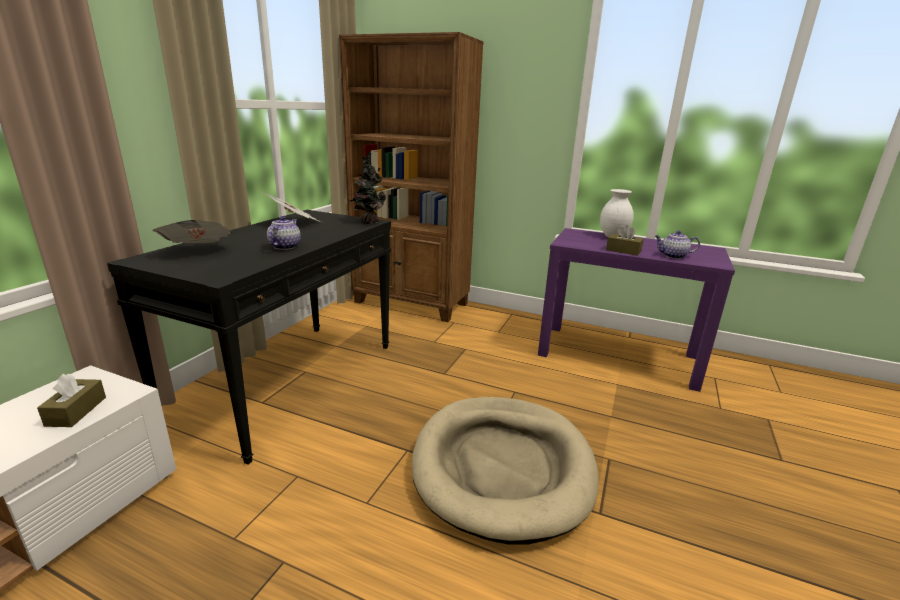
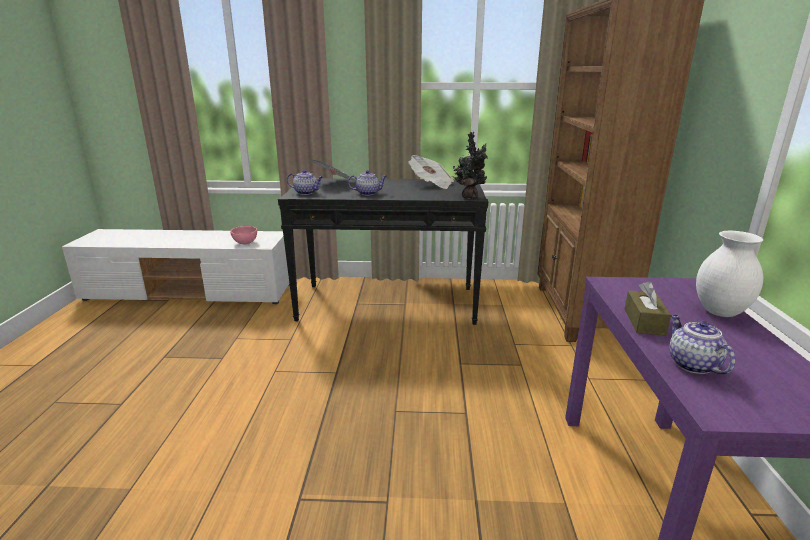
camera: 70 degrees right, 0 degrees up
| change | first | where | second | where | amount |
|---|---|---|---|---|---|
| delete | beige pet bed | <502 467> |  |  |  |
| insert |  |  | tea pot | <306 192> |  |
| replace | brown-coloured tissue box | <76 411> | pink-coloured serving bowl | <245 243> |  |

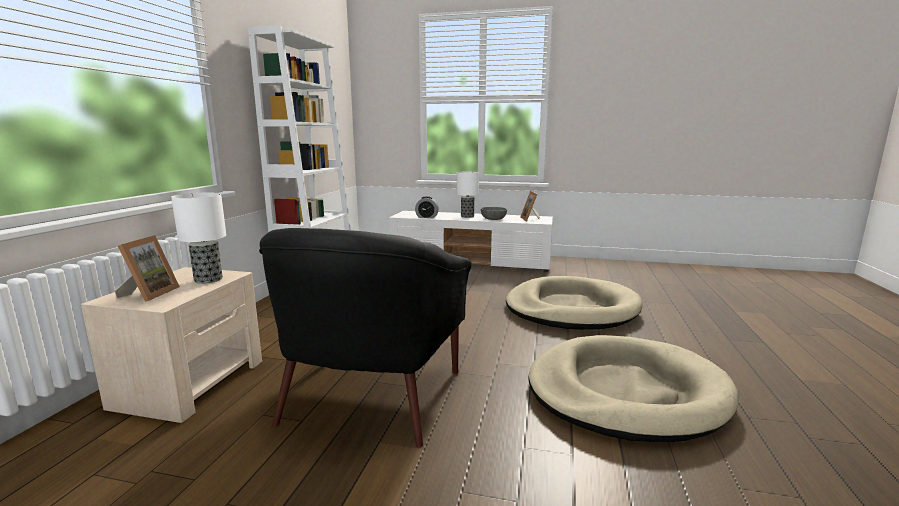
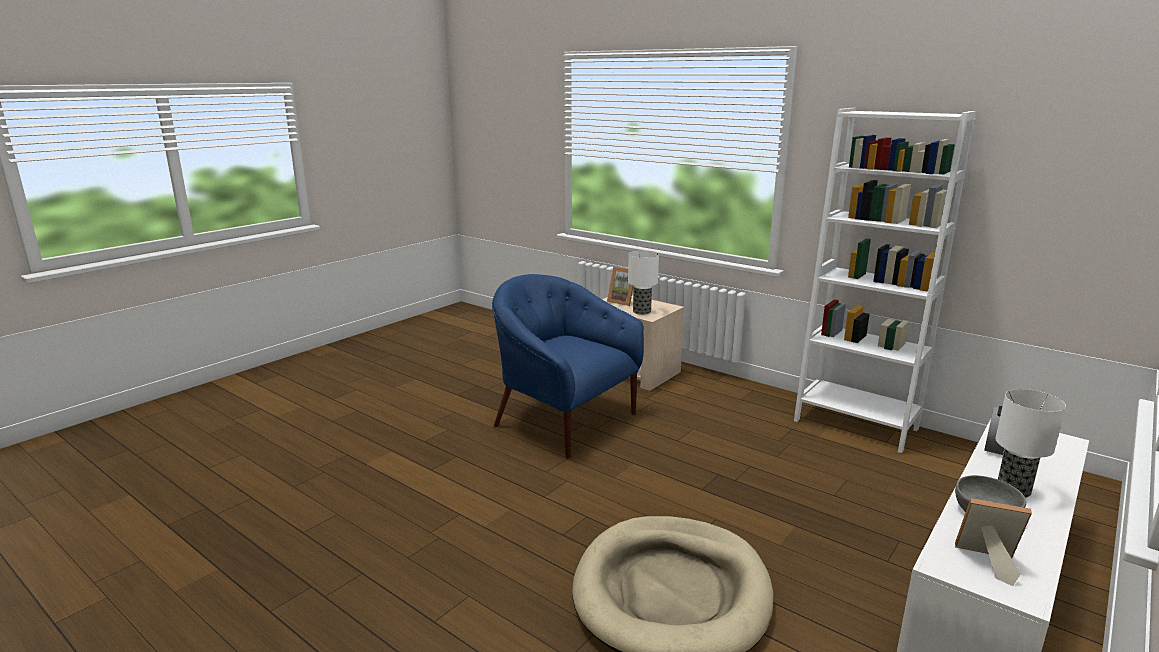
camera: 115 degrees right, 5 degrees up
| change | first | where | second | where | amount |
|---|---|---|---|---|---|
| delete | beige pet bed | <625 392> |  |  |  |
| recolor | black-coloured lounge chair | <371 396> | blue lounge chair | <563 420> |  |

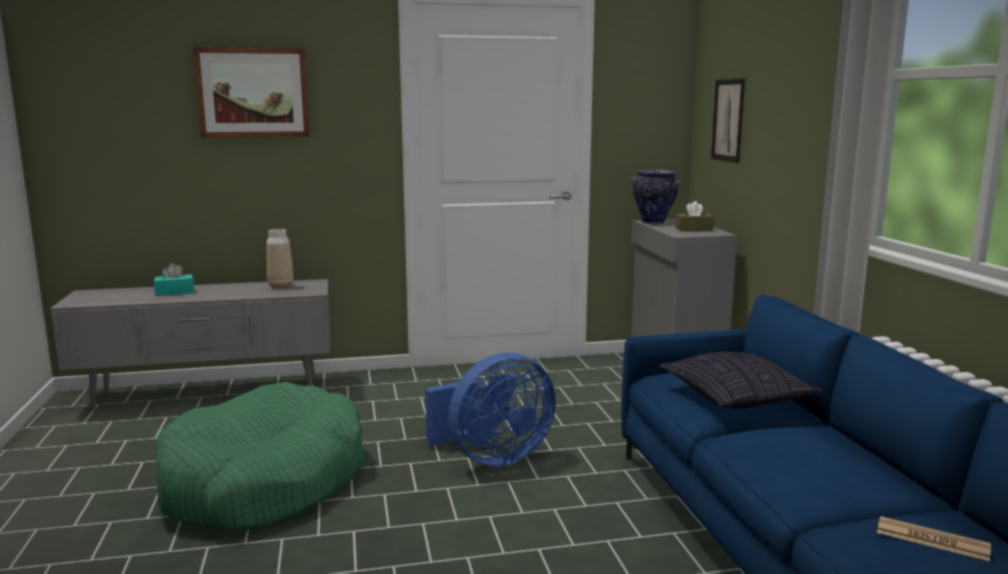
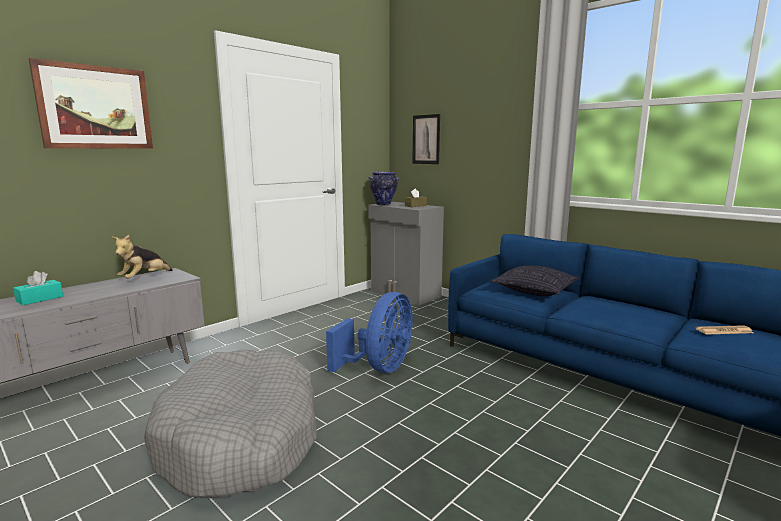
camera: 35 degrees left, 0 degrees up
| change | first | where | second | where | amount |
|---|---|---|---|---|---|
| replace | flower vase | <281 286> | soft toy | <144 278> |  |
| recolor | greenish pet bed | <264 482> | gray pet bed | <241 438> |  |

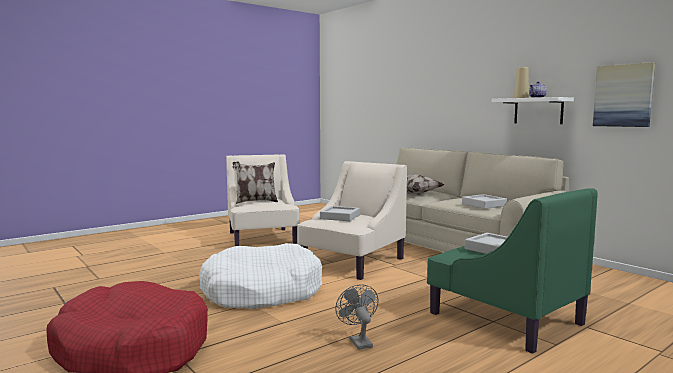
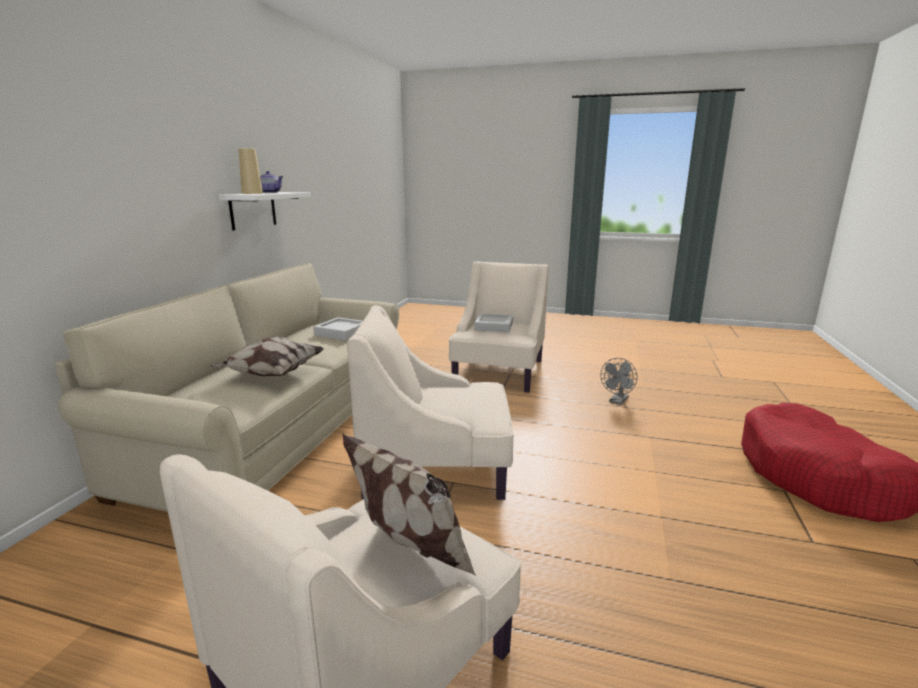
camera: 125 degrees left, 10 degrees up
| change | first | where | second | where | amount |
|---|---|---|---|---|---|
| delete | white pet bed | <262 292> |  |  |  |
| delete | gray carrying tray | <340 217> |  |  |  |
| delete | wall picture | <623 95> |  |  |  |
| recolor | greenish lounge chair | <504 318> | beige lounge chair | <498 372> |  |

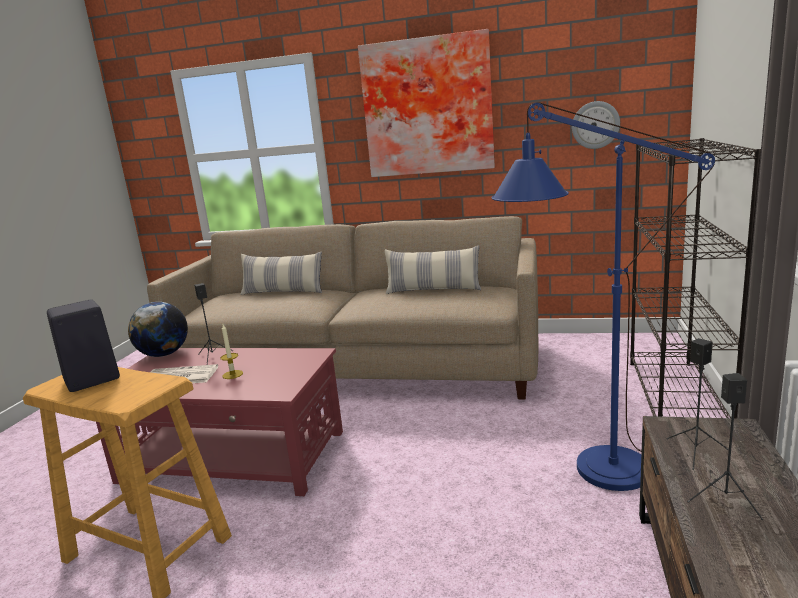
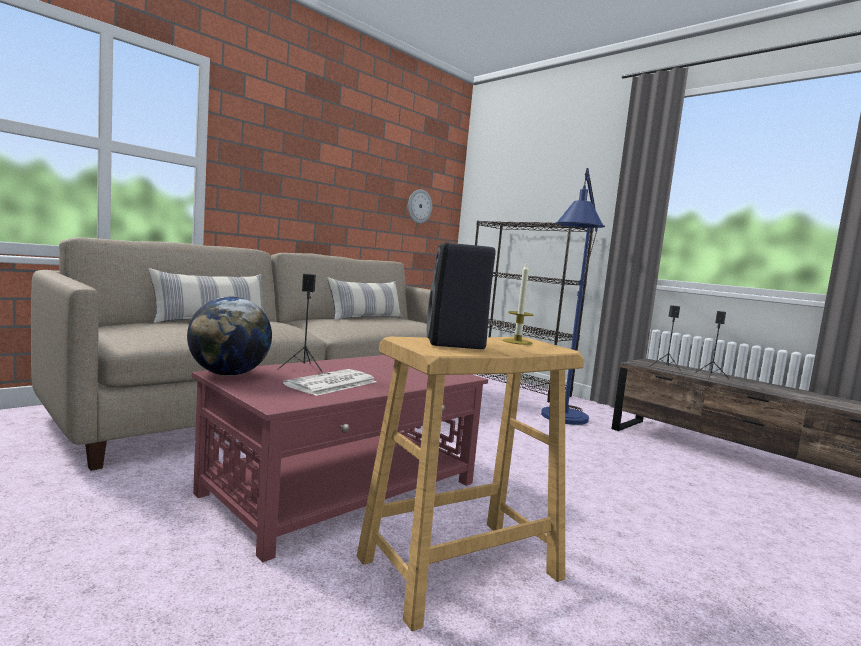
camera: 60 degrees left, 10 degrees down
| change | first | where | second | where | amount |
|---|---|---|---|---|---|
| delete | wall picture | <428 107> |  |  |  |
| move | wax light | <232 374> |  | <517 342> |  |

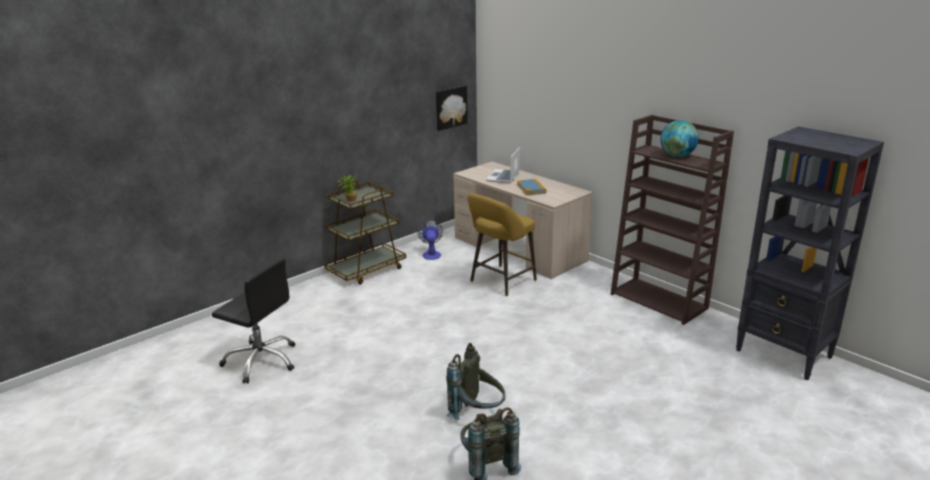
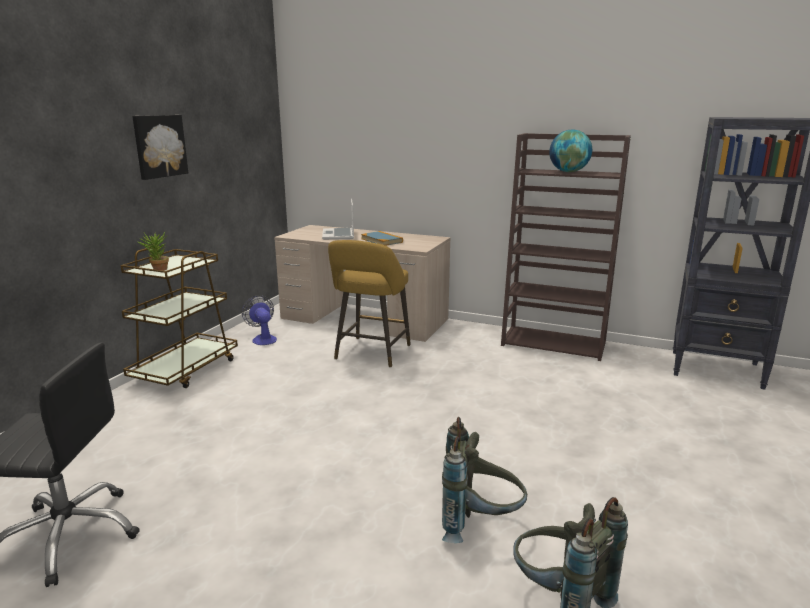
camera: 25 degrees left, 5 degrees down
| change | first | where | second | where | amount |
|---|---|---|---|---|---|
| move | wall picture | <450 107> |  | <159 146> |  |

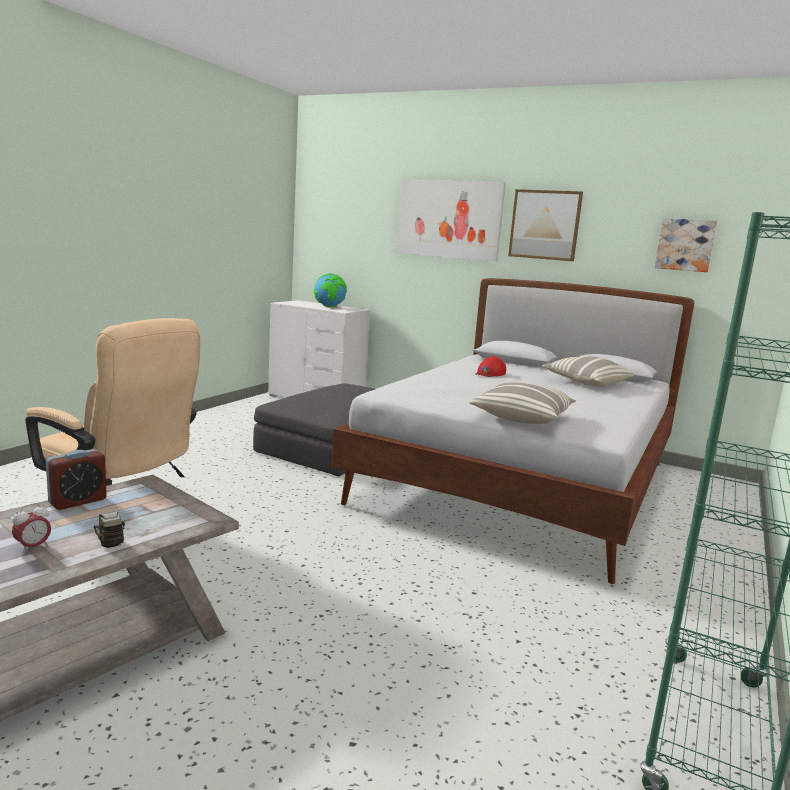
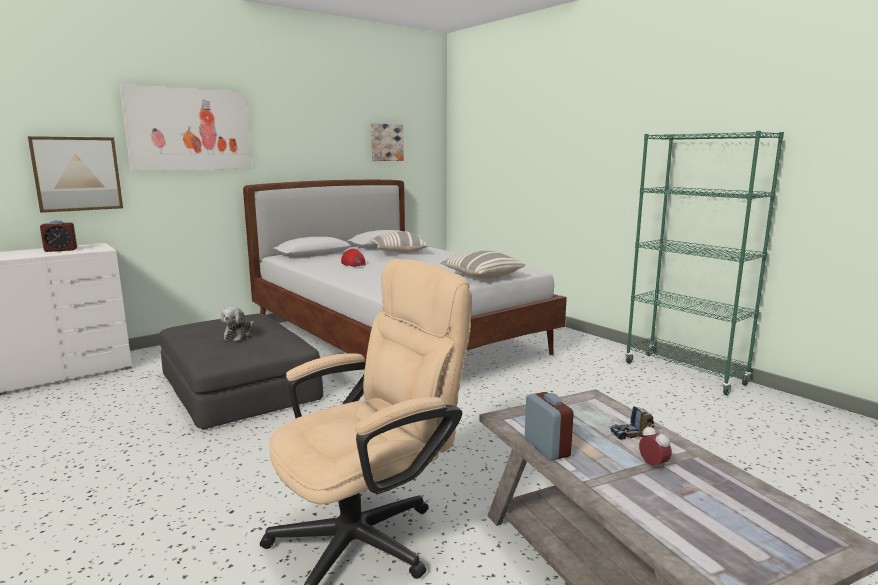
camera: 65 degrees left, 0 degrees up
| change | first | where | second | where | amount |
|---|---|---|---|---|---|
| insert |  |  | soft toy | <239 335> |  |
| move | wall picture | <545 225> |  | <77 174> |  |
| replace | globe | <329 307> | table clock | <61 250> |  |

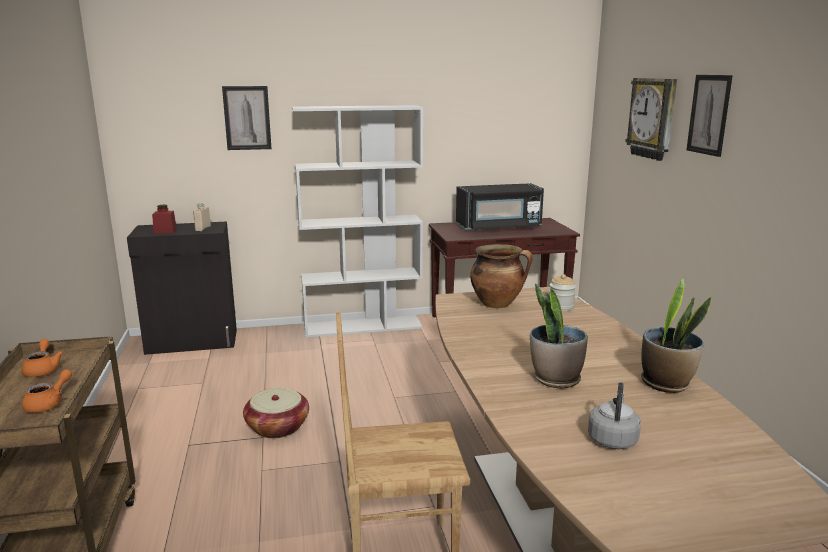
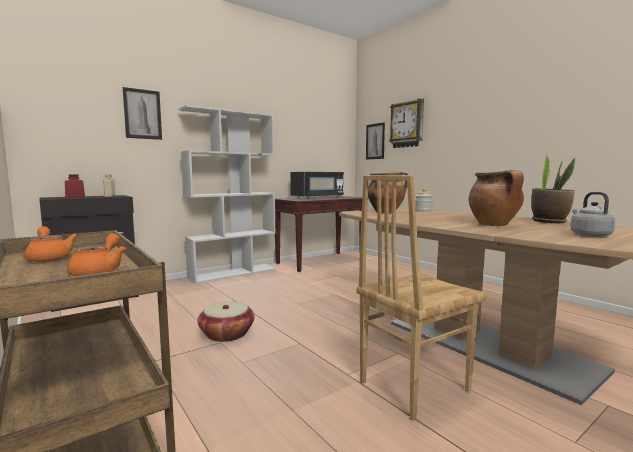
camera: 25 degrees left, 10 degrees down
| change | first | where | second | where | amount |
|---|---|---|---|---|---|
| move | wall picture | <709 114> |  | <375 141> |  |
| replace | houseplant | <555 379> | cooking pot | <495 225> |  |

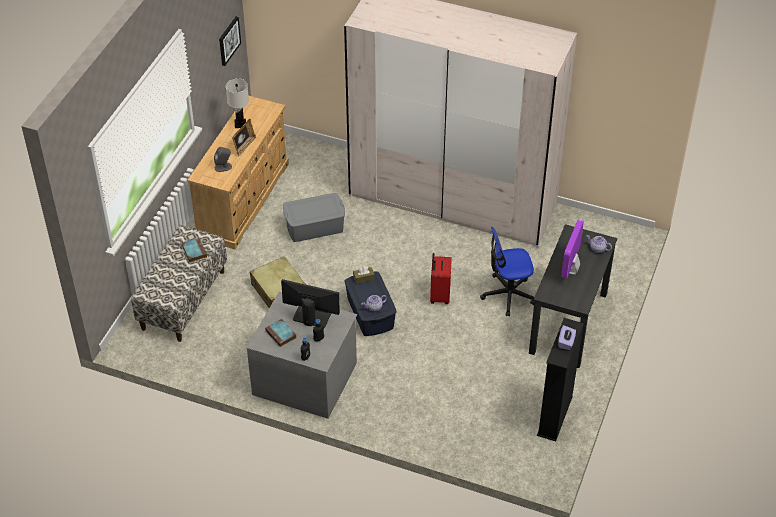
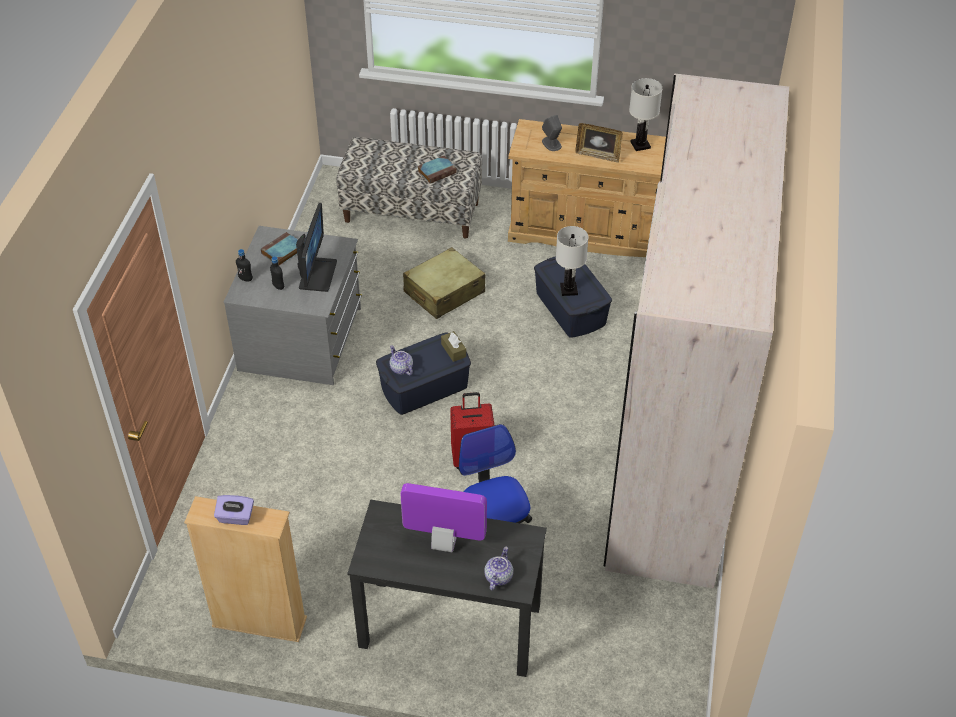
camera: 80 degrees right, 0 degrees up
| change | first | where | second | where | amount |
|---|---|---|---|---|---|
| delete | wall picture | <229 40> |  |  |  |
| insert |  |  | white tabletop lamp | <568 290> |  |
| recolor | gray storage box | <315 227> | blue storage box | <570 309> |  |
| recolor | black-coloured bookshelf | <555 416> | beige bookshelf | <259 622> |  |

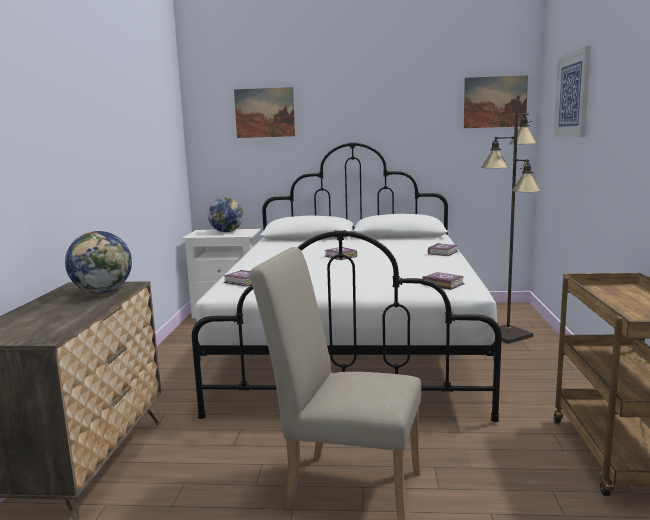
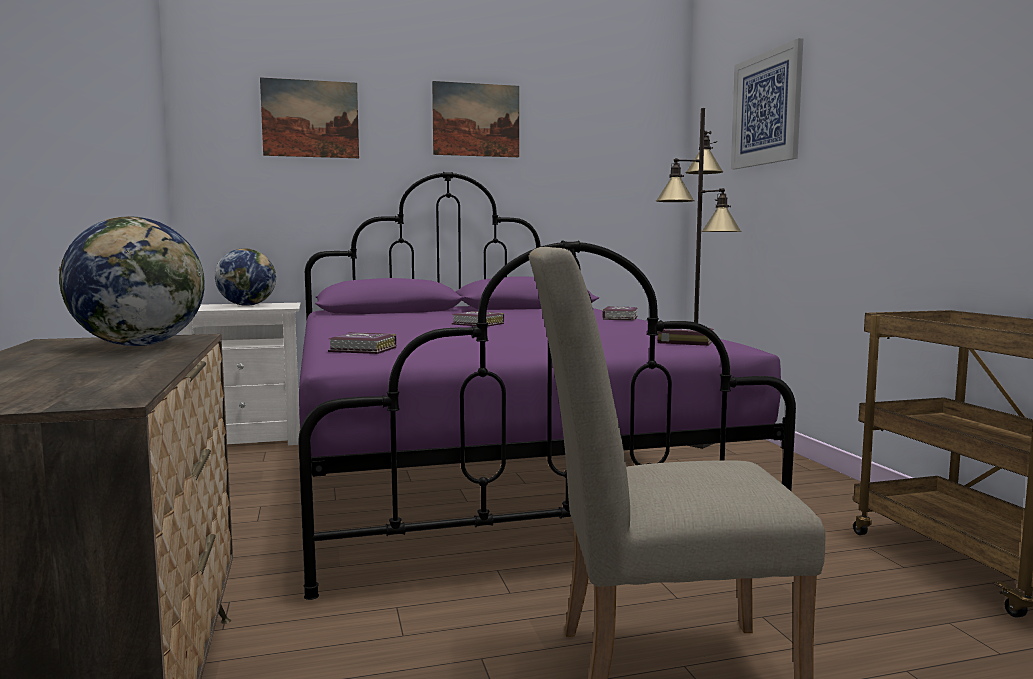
camera: 20 degrees left, 5 degrees down
| change | first | where | second | where | amount |
|---|---|---|---|---|---|
| move | wall picture | <495 102> |  | <476 120> |  |
| recolor | white bed | <352 348> | purple bed | <493 471> |  |

